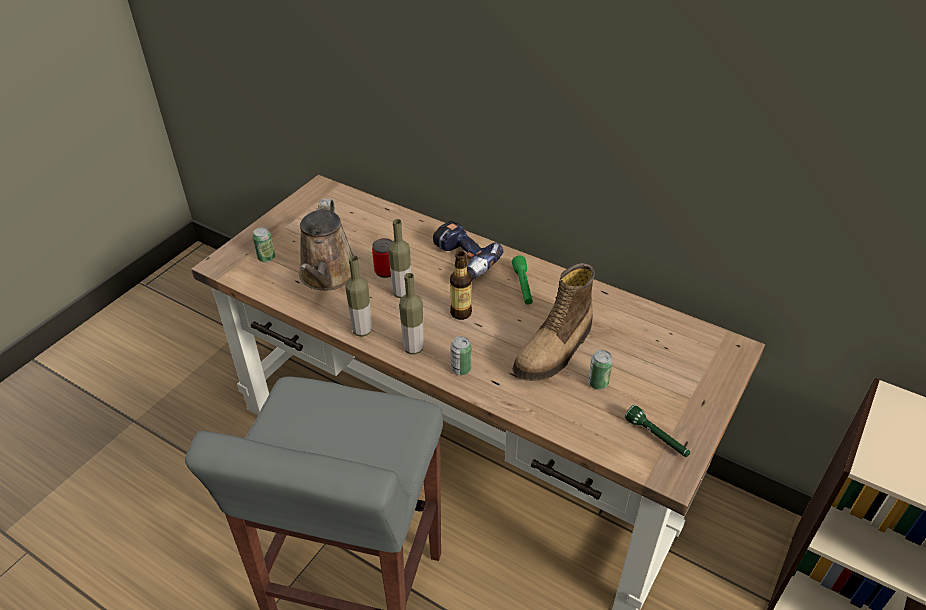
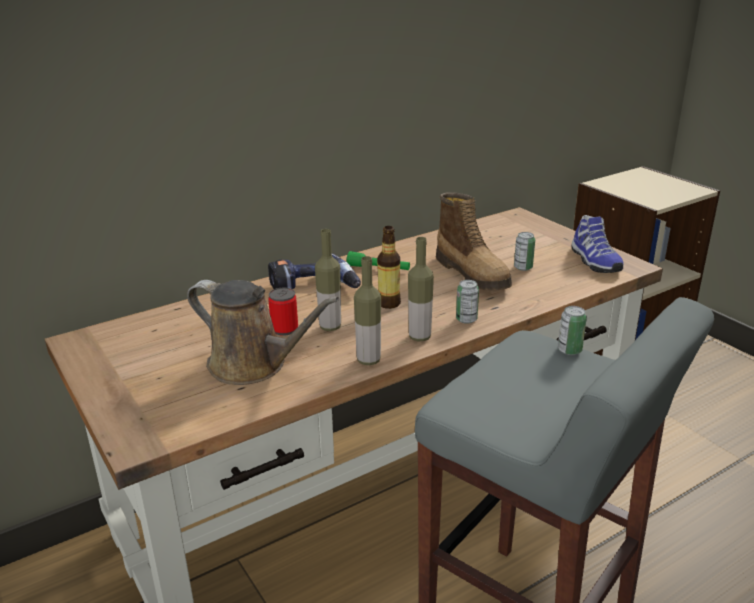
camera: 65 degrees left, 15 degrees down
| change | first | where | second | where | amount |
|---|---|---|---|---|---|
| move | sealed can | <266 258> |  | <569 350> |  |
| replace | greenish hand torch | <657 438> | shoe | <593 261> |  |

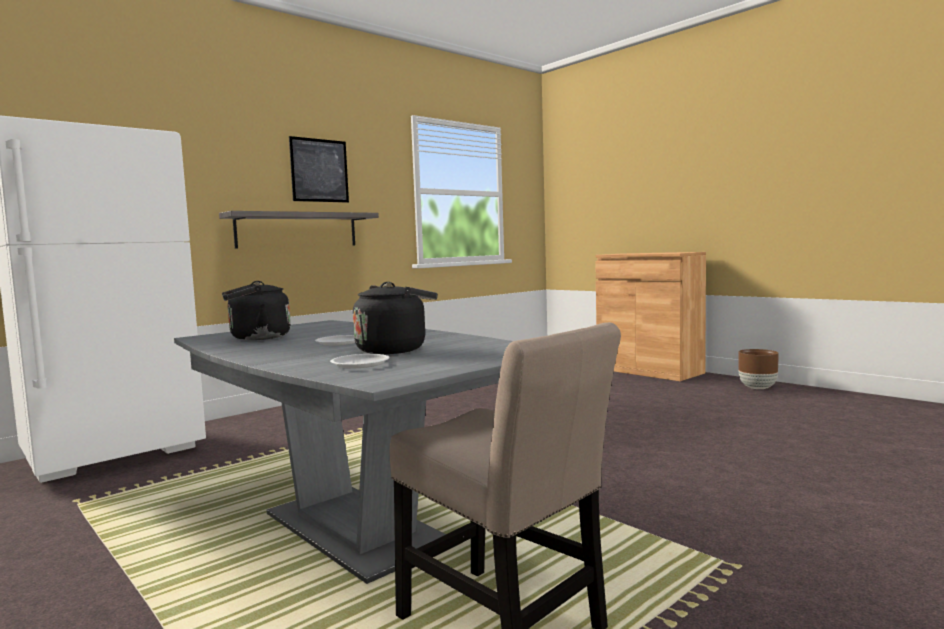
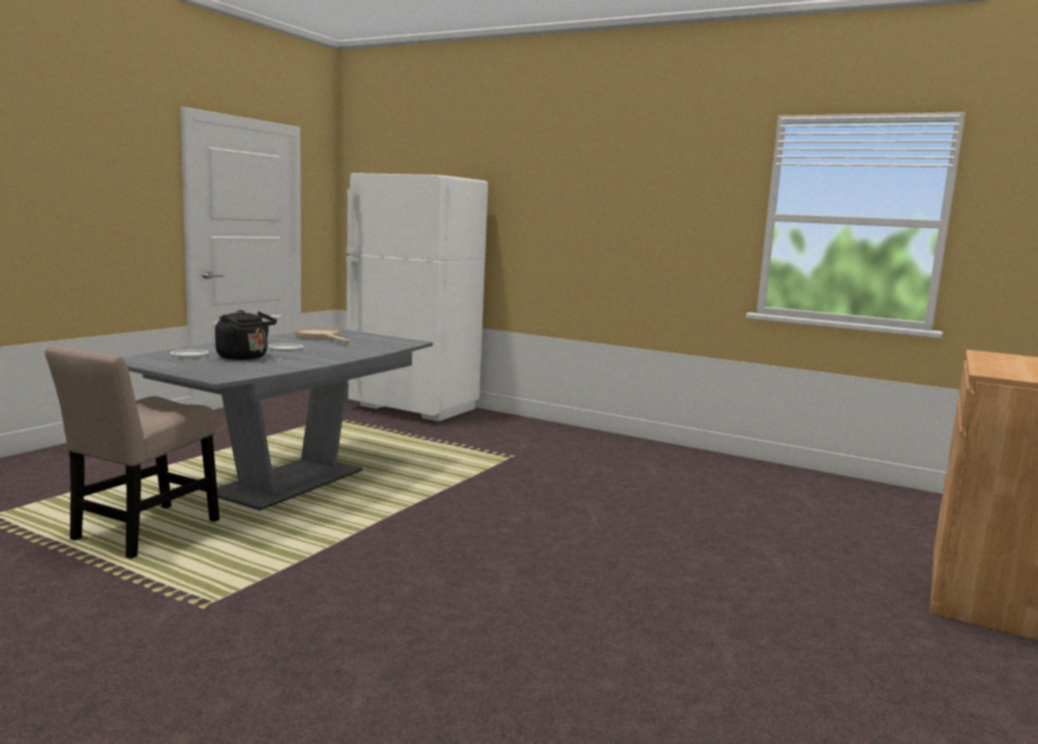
camera: 70 degrees right, 5 degrees up
| change | first | where | second | where | amount |
|---|---|---|---|---|---|
| delete | bracket shelf | <297 230> |  |  |  |
| delete | wall picture | <319 170> |  |  |  |
| delete | brown-coloured planter | <757 388> |  |  |  |
| replace | black-coloured tea kettle | <256 338> | beige frying pan | <321 337> |  |

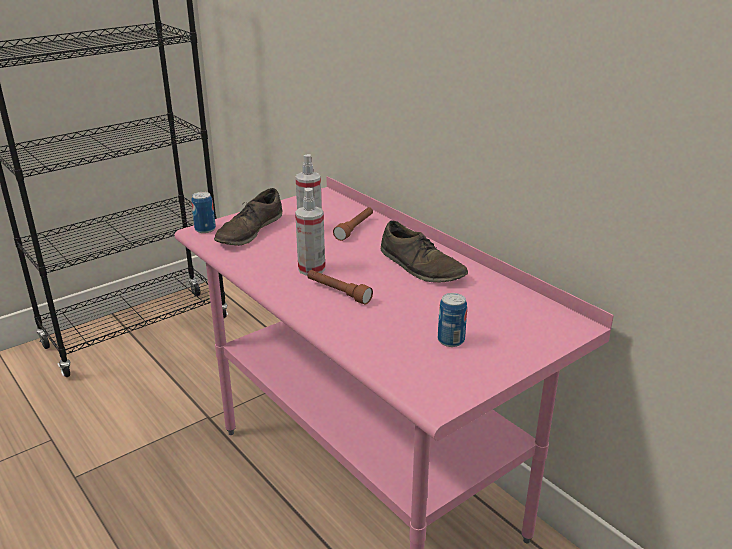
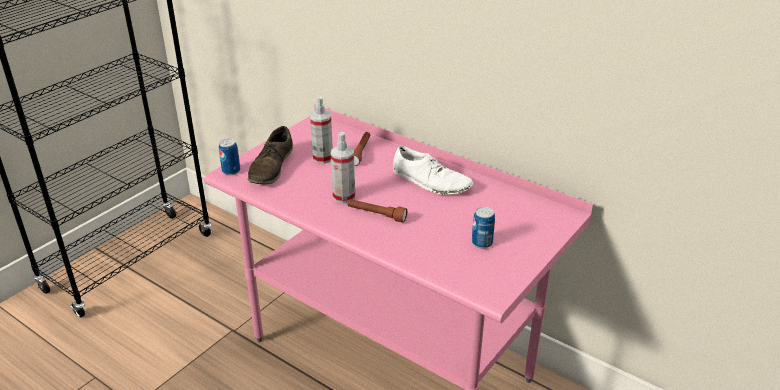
camera: 15 degrees left, 5 degrees up
| change | first | where | second | where | amount |
|---|---|---|---|---|---|
| recolor | brown-coloured shoe | <421 267> | white shoe | <431 181> |  |

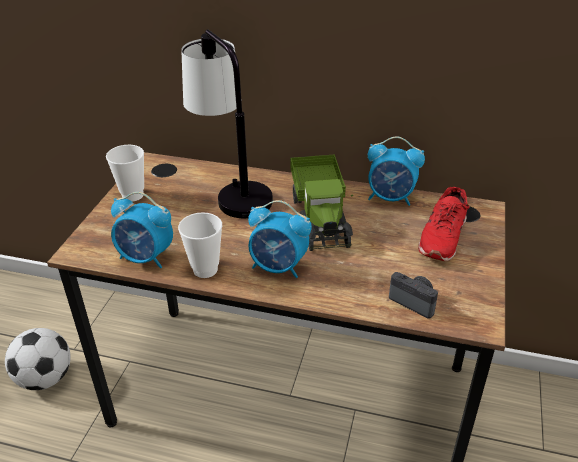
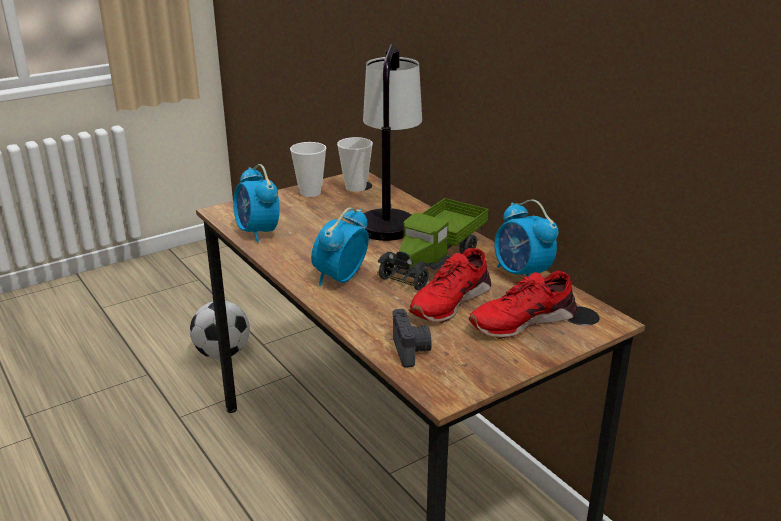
camera: 40 degrees right, 10 degrees down
| change | first | where | second | where | amount |
|---|---|---|---|---|---|
| insert |  |  | red shoe | <449 301> |  |
| move | drinking cup | <205 270> |  | <355 187> |  |
| rotate | table clock | <278 267> |  | <340 278> | 60 degrees clockwise |

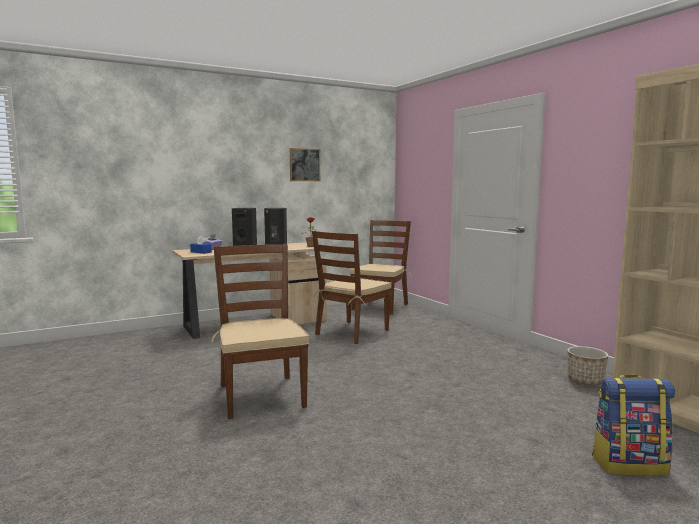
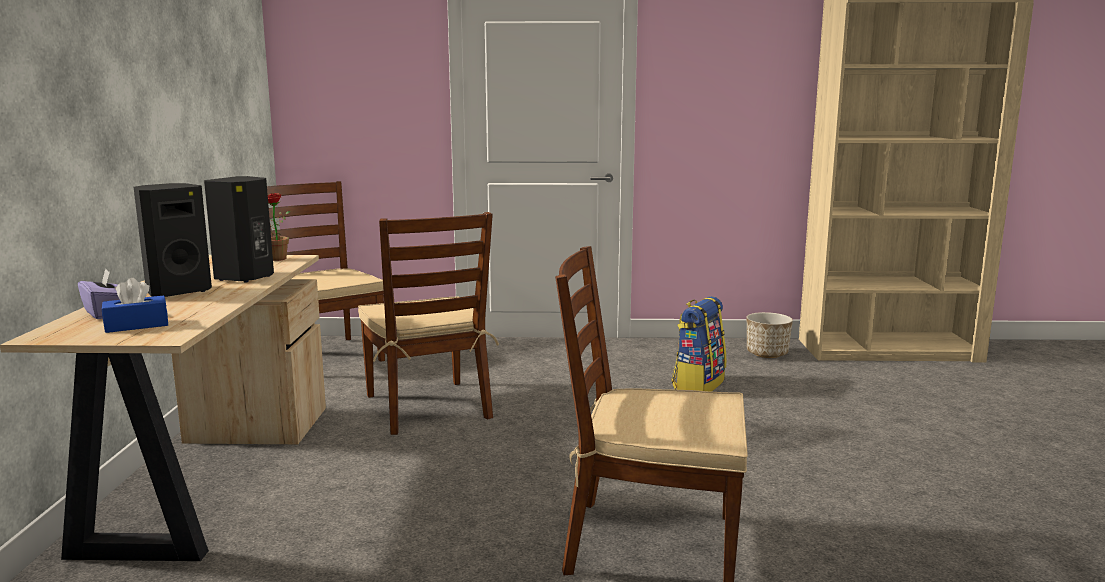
camera: 60 degrees left, 5 degrees up
| change | first | where | second | where | amount |
|---|---|---|---|---|---|
| delete | wall picture | <304 165> |  |  |  |
| move | rucksack | <629 464> |  | <698 384> |  |

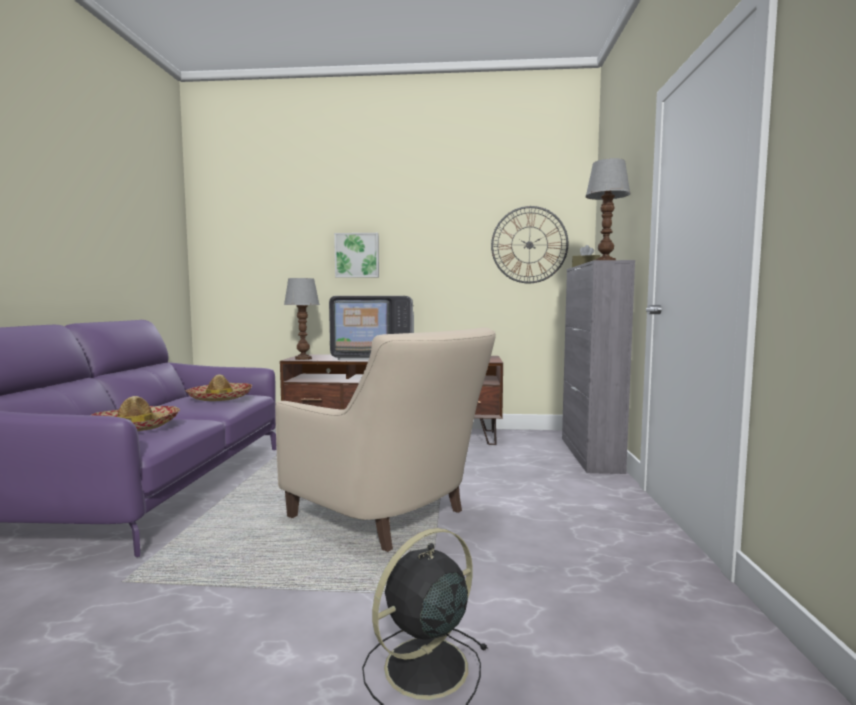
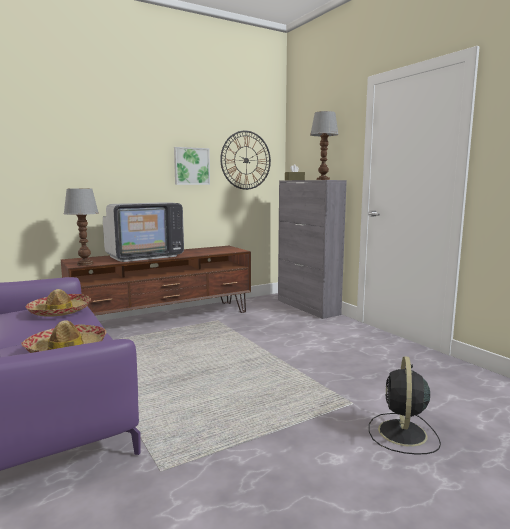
camera: 35 degrees left, 5 degrees up
| change | first | where | second | where | amount |
|---|---|---|---|---|---|
| delete | beige lounge chair | <392 516> |  |  |  |
| move | wall picture | <357 255> |  | <191 166> |  |

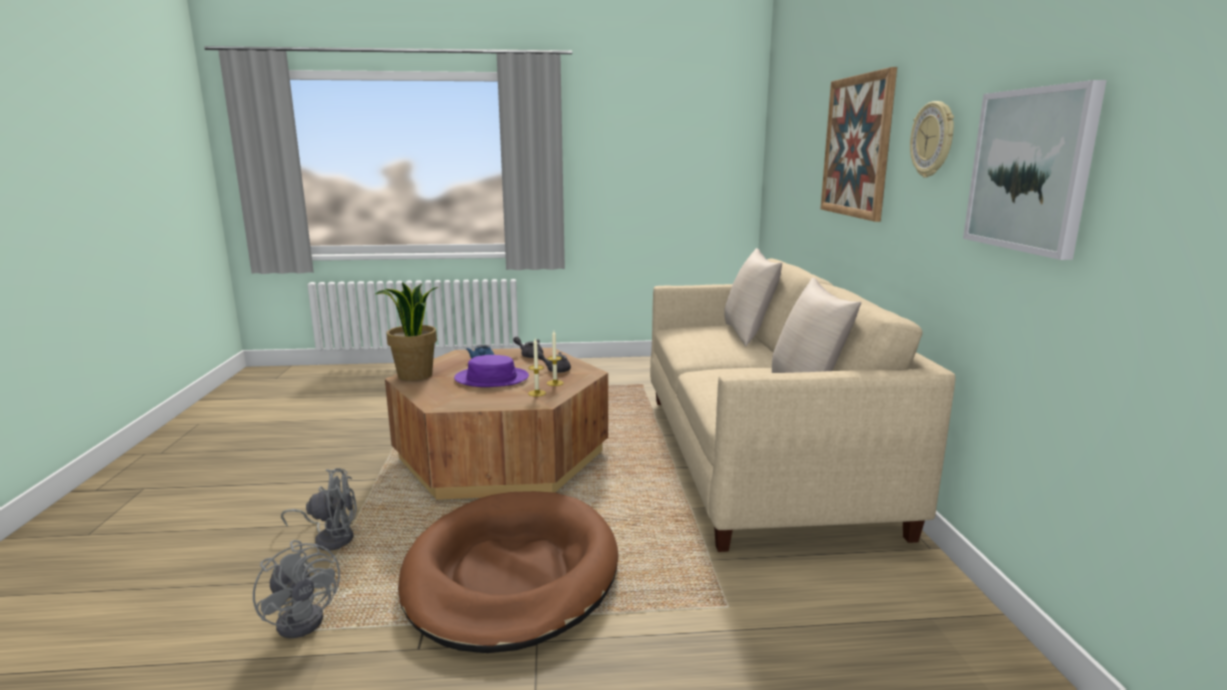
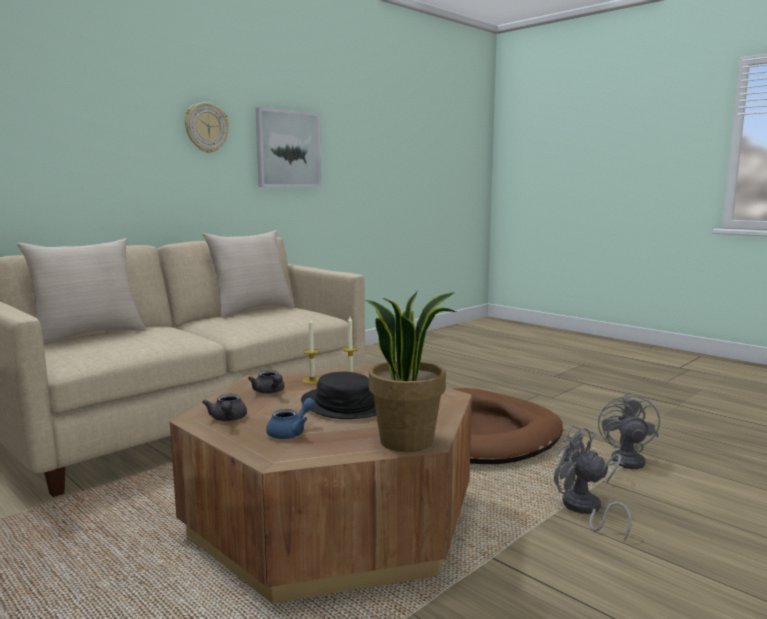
camera: 130 degrees left, 5 degrees down
| change | first | where | second | where | amount |
|---|---|---|---|---|---|
| delete | wall picture | <856 146> |  |  |  |
| recolor | purple wearable hat | <492 378> | black-coloured wearable hat | <345 405> |  |

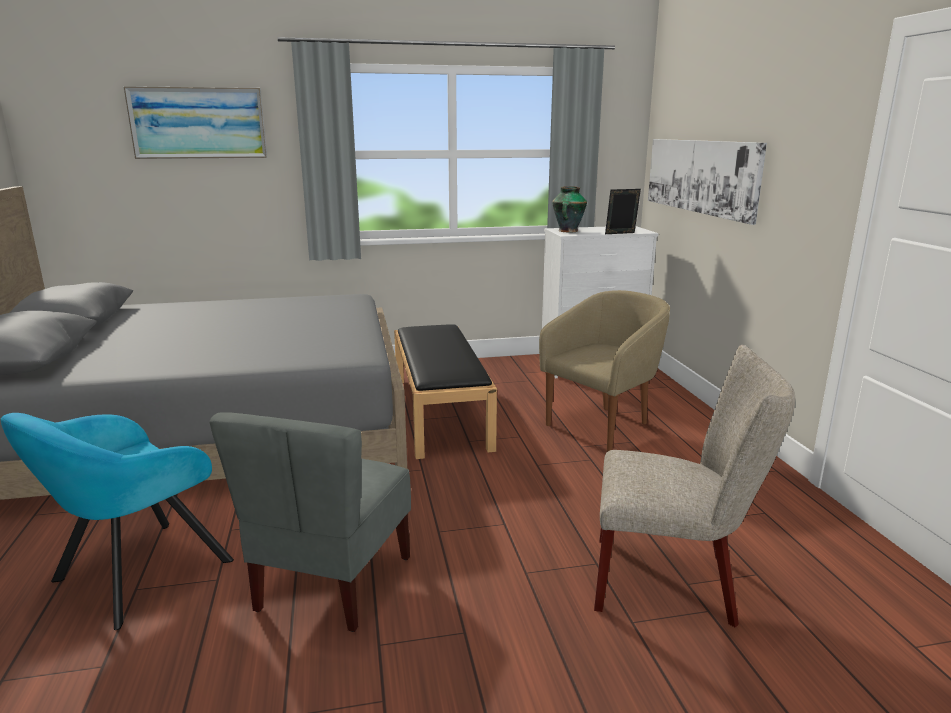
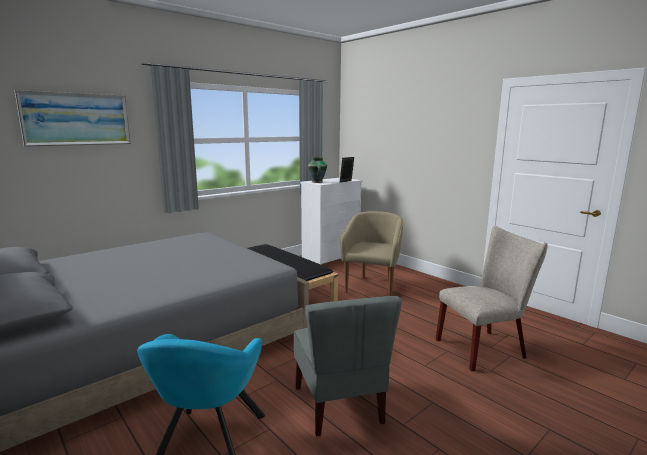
camera: 30 degrees left, 5 degrees down
| change | first | where | second | where | amount |
|---|---|---|---|---|---|
| delete | wall picture | <700 176> |  |  |  |

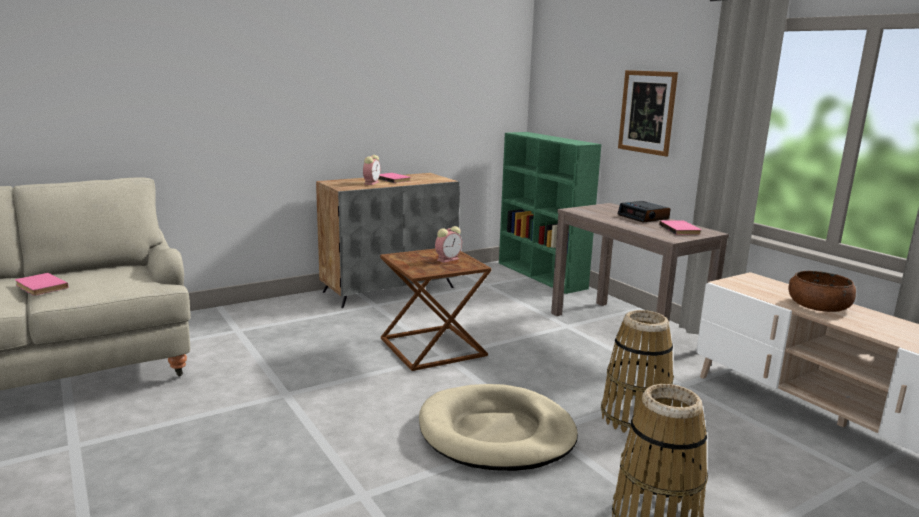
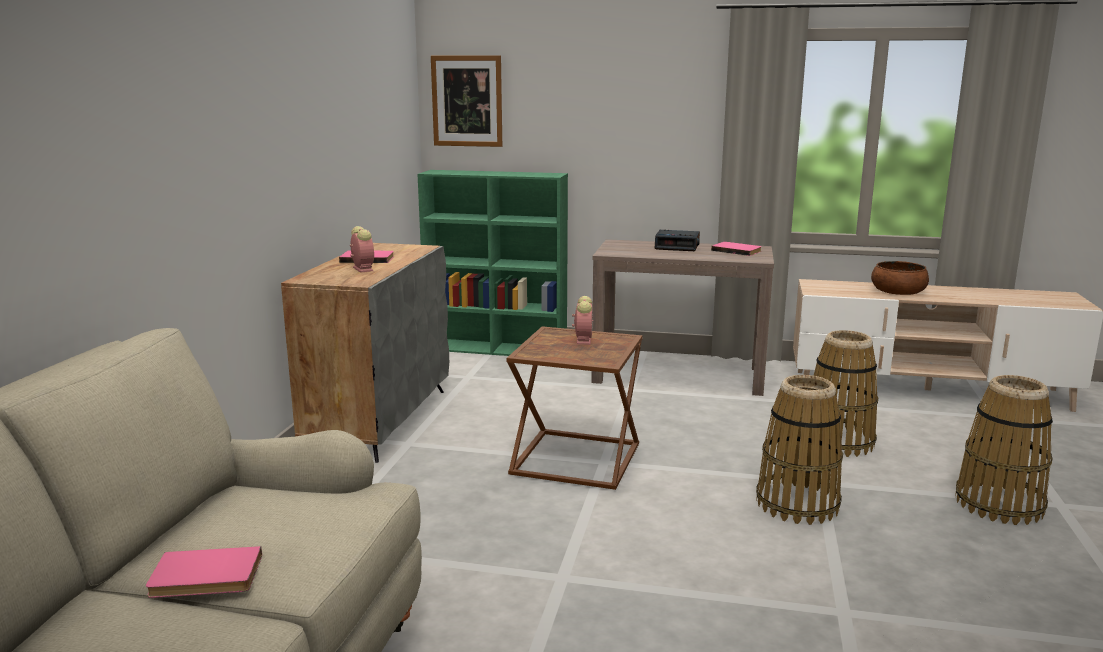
camera: 45 degrees left, 0 degrees up
| change | first | where | second | where | amount |
|---|---|---|---|---|---|
| move | wall picture | <647 112> |  | <467 101> |  |
| replace | beige pet bed | <496 433> | basket | <797 504> |  |

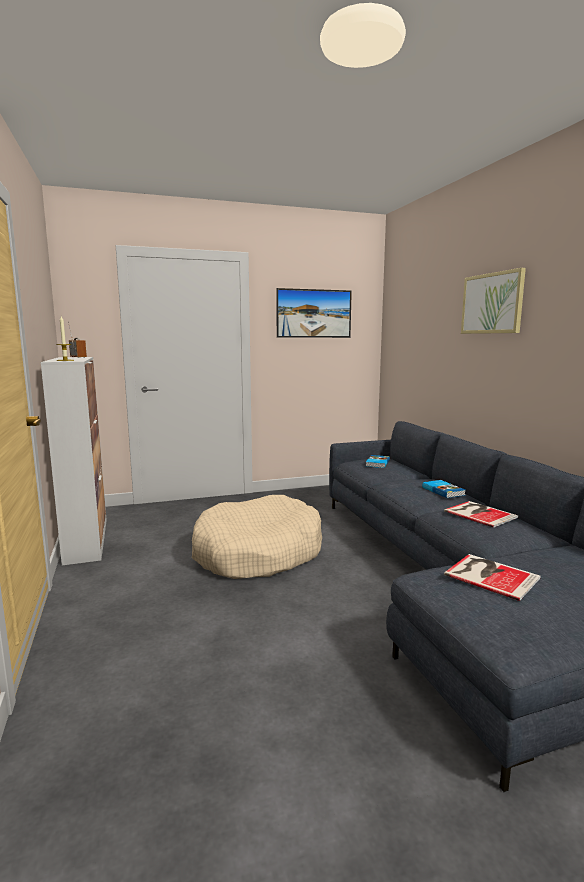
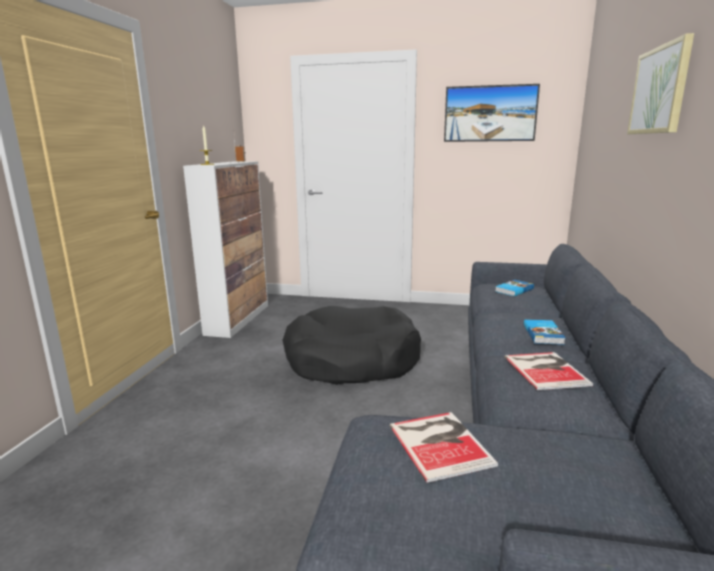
camera: 30 degrees right, 5 degrees up
| change | first | where | second | where | amount |
|---|---|---|---|---|---|
| recolor | beige pet bed | <258 553> | black-coloured pet bed | <351 360> |  |

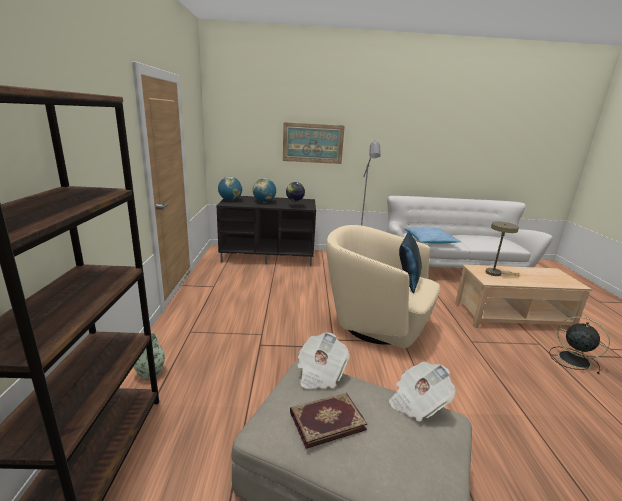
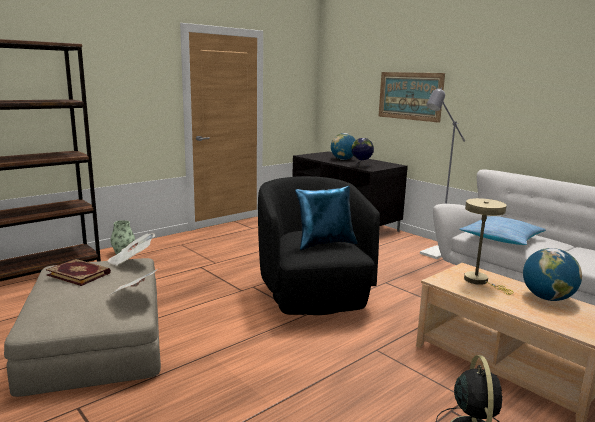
camera: 50 degrees right, 5 degrees down
| change | first | where | second | where | amount |
|---|---|---|---|---|---|
| move | globe | <230 200> |  | <547 298> |  |
| recolor | beige lounge chair | <375 324> | black-coloured lounge chair | <313 295> |  |

